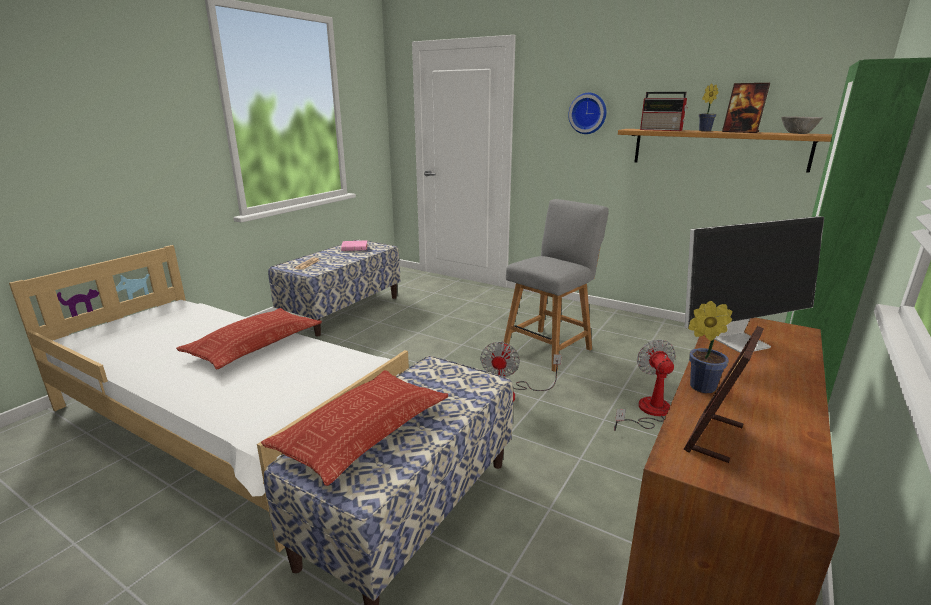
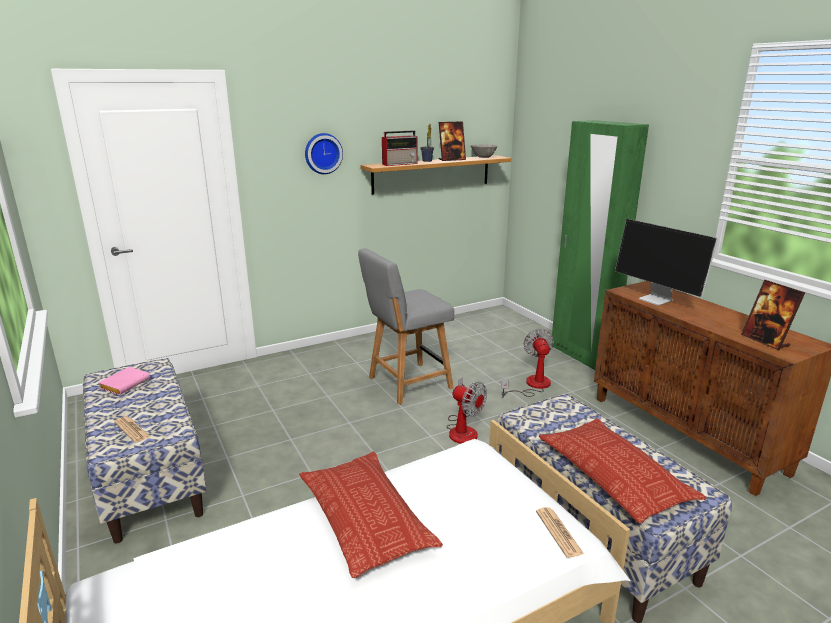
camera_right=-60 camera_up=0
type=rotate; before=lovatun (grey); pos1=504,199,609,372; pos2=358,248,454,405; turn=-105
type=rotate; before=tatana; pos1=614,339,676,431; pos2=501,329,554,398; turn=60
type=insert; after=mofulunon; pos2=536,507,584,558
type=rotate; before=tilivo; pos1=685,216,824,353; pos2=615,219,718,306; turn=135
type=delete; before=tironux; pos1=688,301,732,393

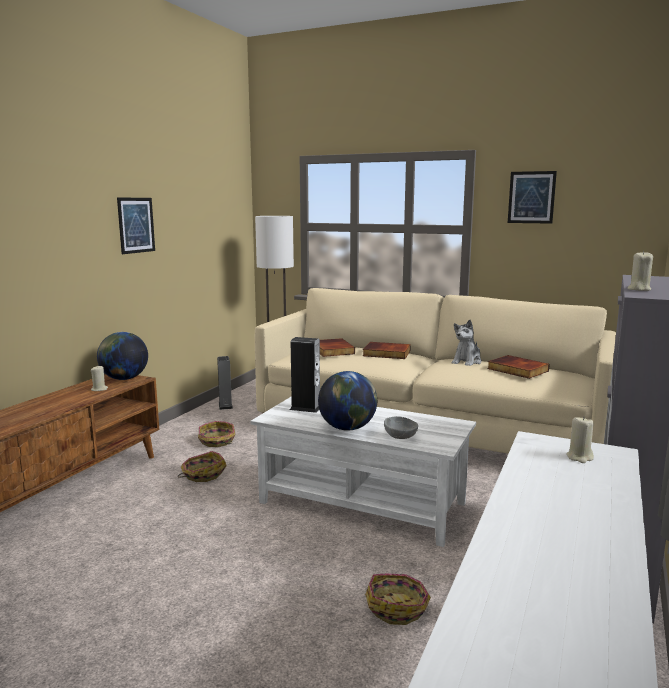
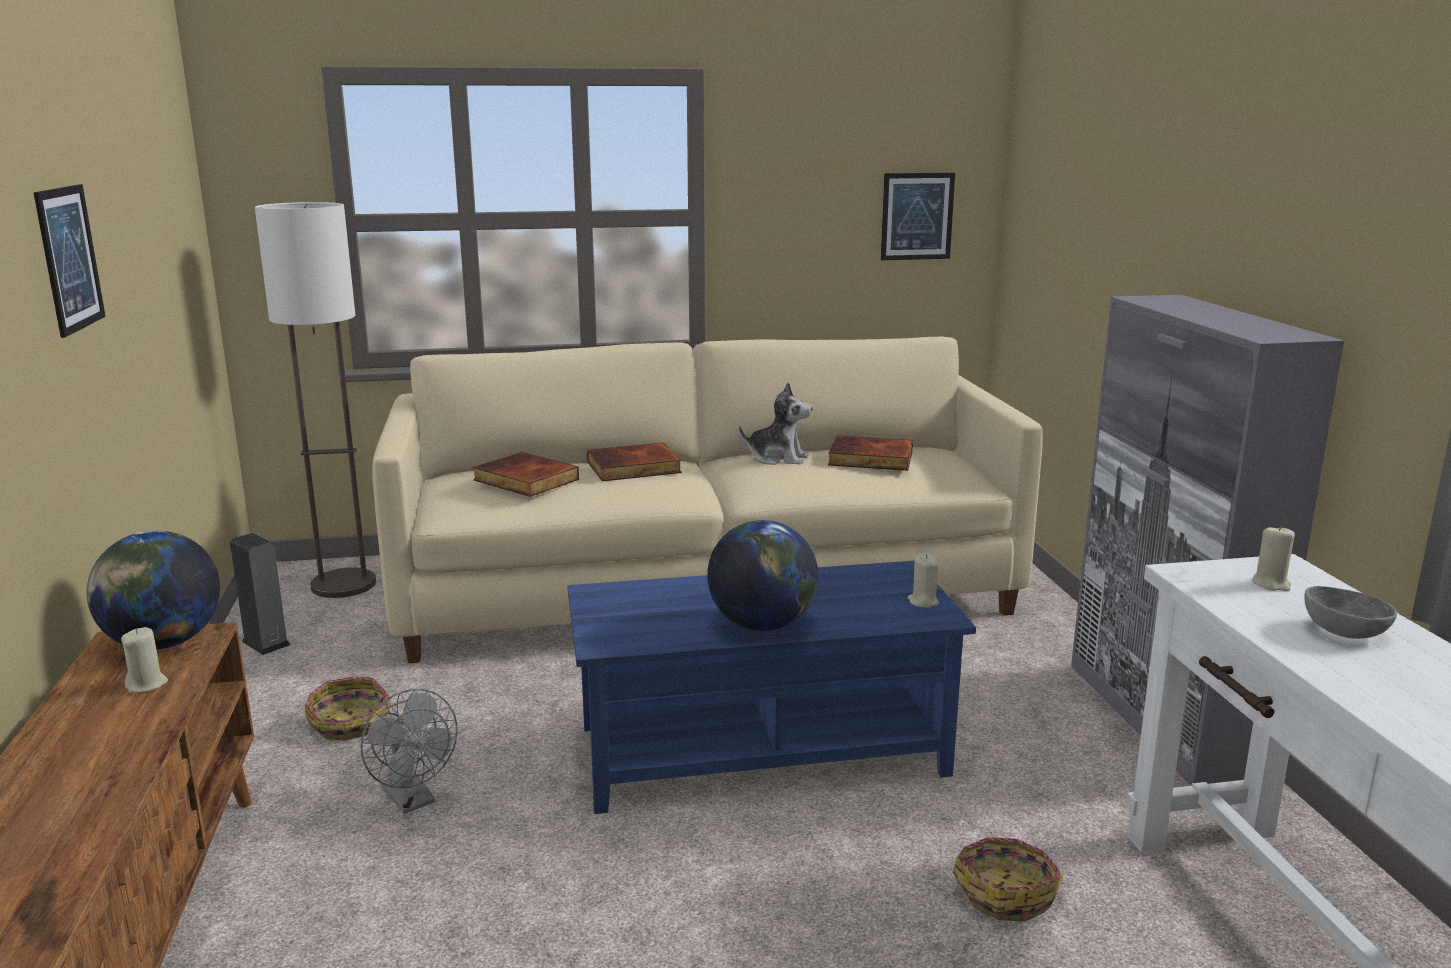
camera_right=-35 camera_up=5
type=replace; before=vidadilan; after=tatana (grey); pos1=178,451,227,482; pos2=361,689,458,814
type=recolor; before=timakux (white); after=timakux (blue); pos1=250,397,476,547; pos2=567,561,976,814
type=rotate; before=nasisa; pos1=452,320,482,366; pos2=739,382,813,465; turn=-75
type=move; before=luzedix; pos1=508,171,557,224; pos2=881,173,955,260
type=move; before=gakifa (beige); pos1=627,251,653,291; pos2=907,553,939,608
type=move; before=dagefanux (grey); pos1=384,416,418,439; pos2=1304,586,1397,639
type=delete; before=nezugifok; pos1=290,337,320,413

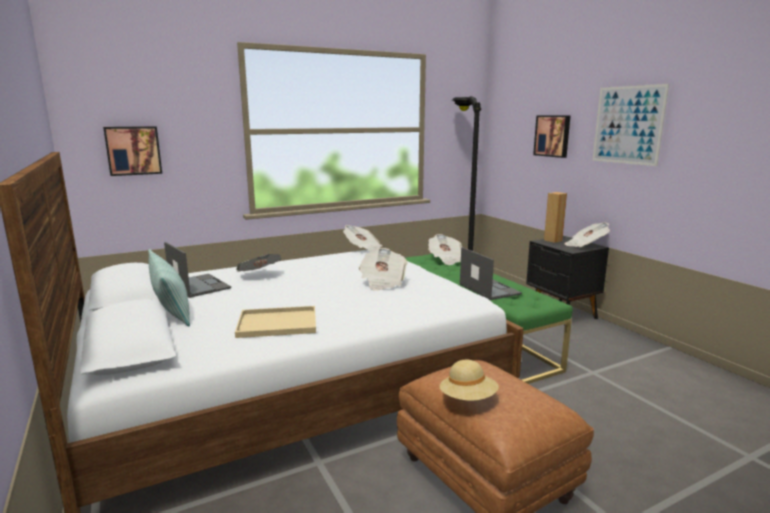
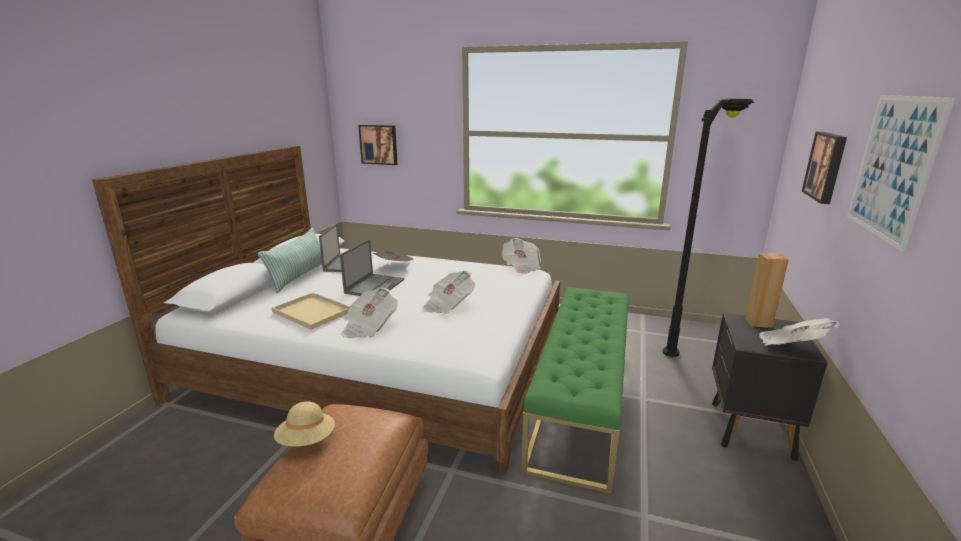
camera_right=45 camera_up=5
type=move; before=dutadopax; pos1=460,247,522,300; pos2=340,239,404,296
type=move; before=mofulunon; pos1=428,234,462,265; pos2=341,288,398,338

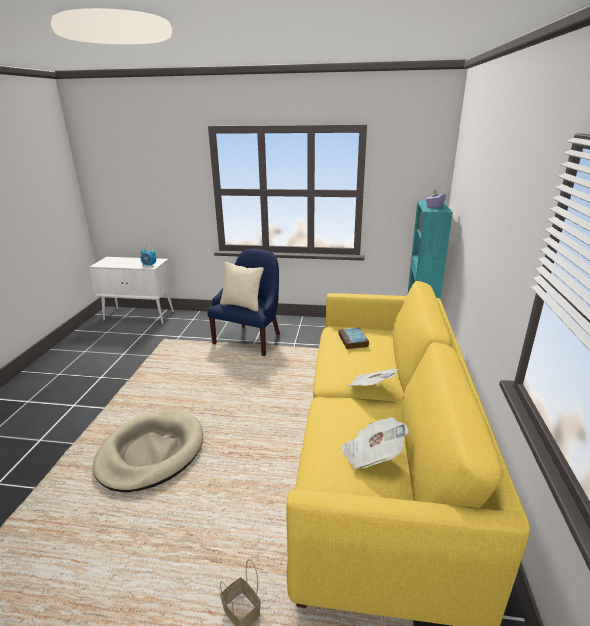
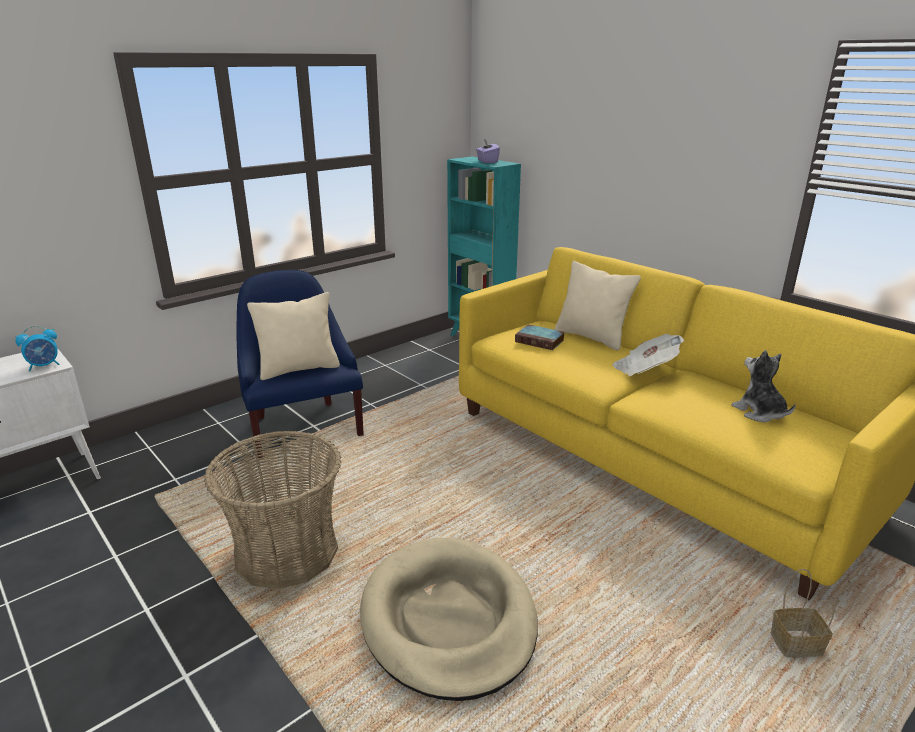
camera_right=-50 camera_up=0
type=insert; after=vidadilan; pos2=204,431,341,589
type=insert; after=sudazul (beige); pos2=555,261,641,351
type=replace; before=mofulunon; after=nasisa; pos1=341,417,409,470; pos2=731,350,796,422

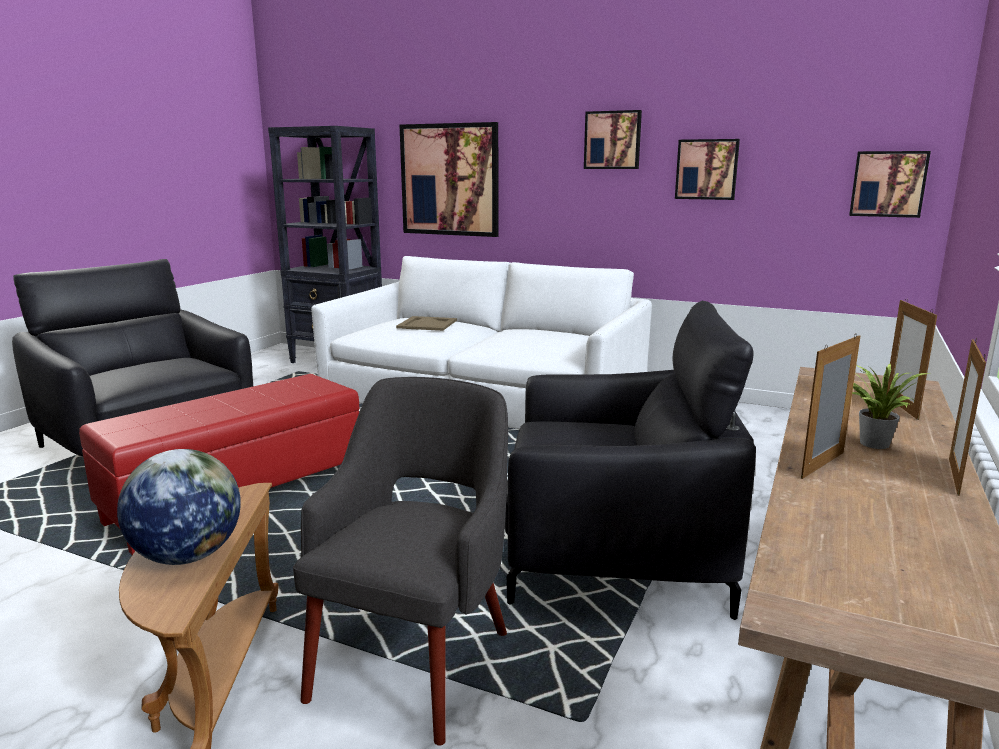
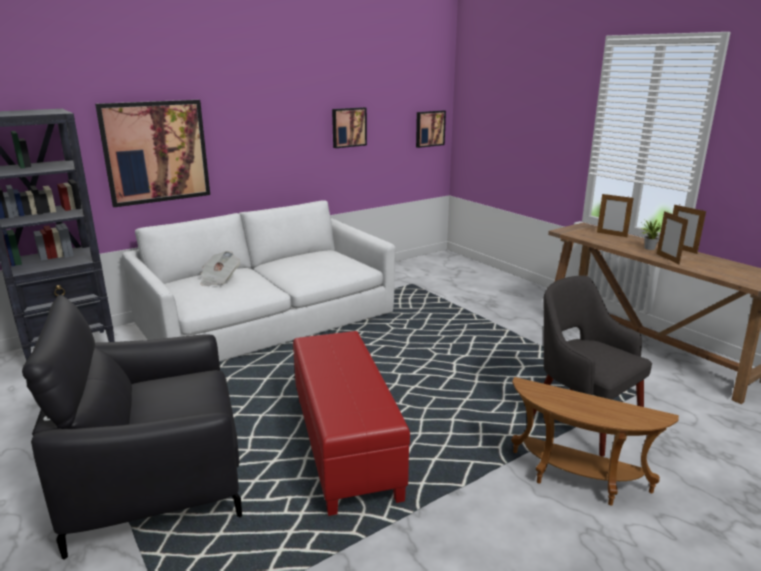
camera_right=-60 camera_up=5
type=replace; before=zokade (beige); after=mofulunon; pos1=396,316,457,331; pos2=200,251,240,286
type=delete; before=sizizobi; pos1=117,449,241,565
type=delete; before=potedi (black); pos1=505,301,756,620
type=delete; before=luzedix; pos1=584,110,642,169

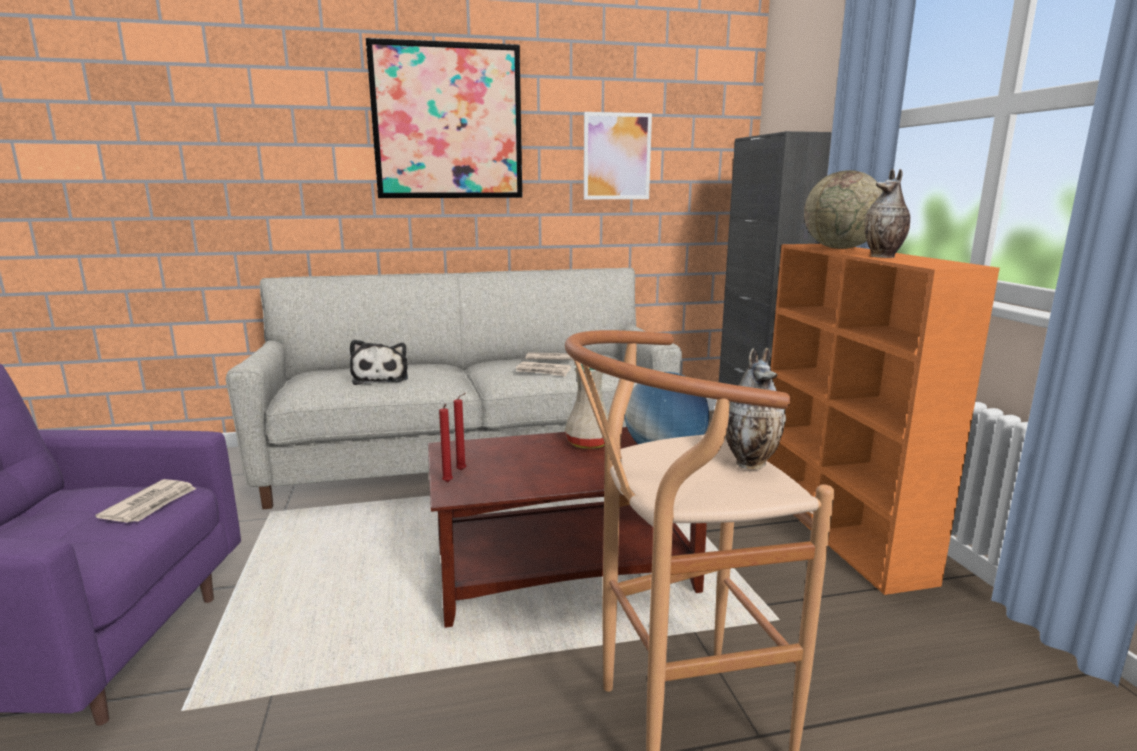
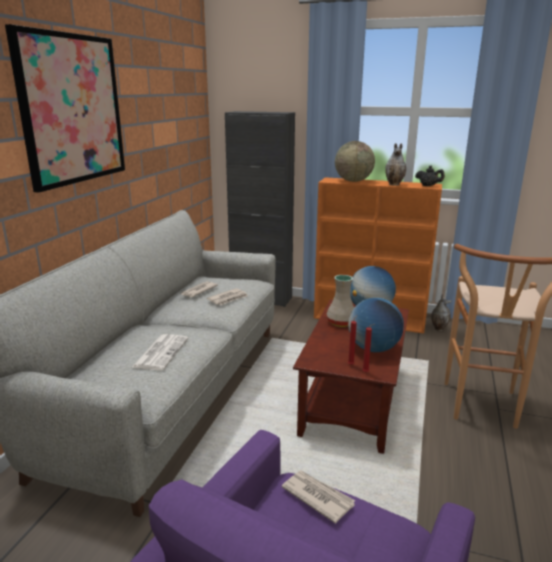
camera_right=-60 camera_up=5
type=replace; before=nasisa; after=mofulunon; pos1=350,340,408,385; pos2=131,334,188,371
type=insert; after=sizizobi; pos2=348,298,404,352
type=insert; after=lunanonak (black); pos2=416,166,445,186
type=move; before=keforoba; pos1=725,348,786,469; pos2=431,294,452,331
type=delete; before=luzedix; pos1=584,112,652,199

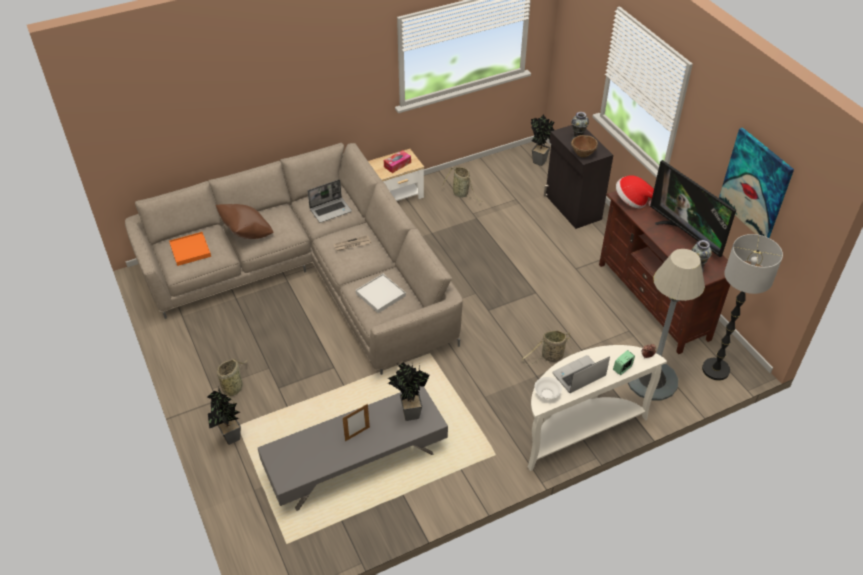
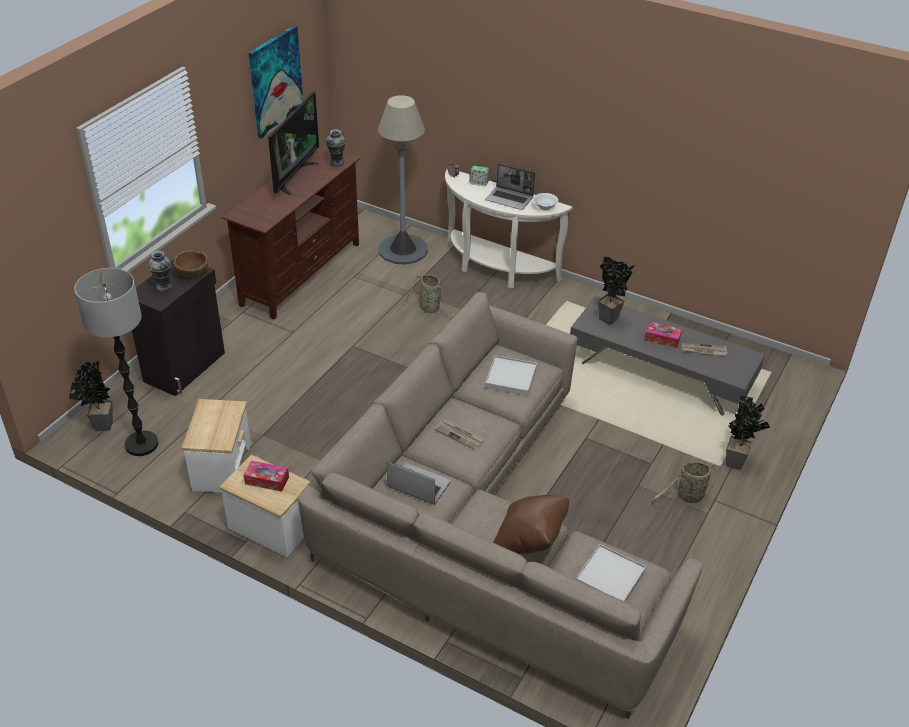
camera_right=-125 camera_up=-5
type=move; before=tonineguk; pos1=702,234,783,381; pos2=74,268,158,456
type=replace; before=vidadilan; after=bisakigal; pos1=442,167,481,202; pos2=182,399,251,493
type=recolor; before=zokade (orange); after=zokade (white); pos1=169,232,211,266; pos2=576,544,646,602
type=replace; before=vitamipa; after=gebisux; pos1=343,404,370,441; pos2=644,322,682,348
type=insert; after=mofulunon; pos2=682,343,727,356
type=delete; before=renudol; pos1=616,175,654,208

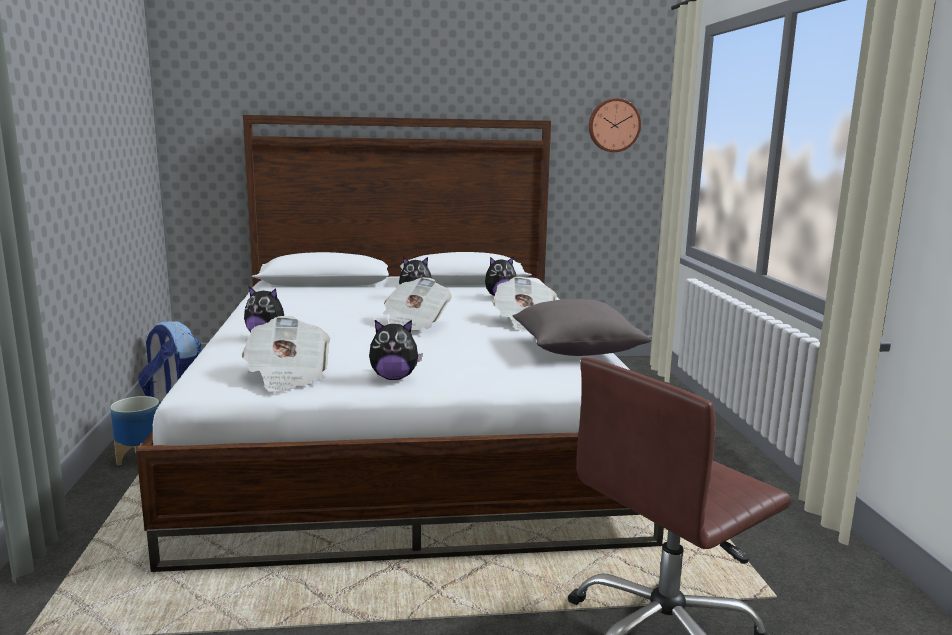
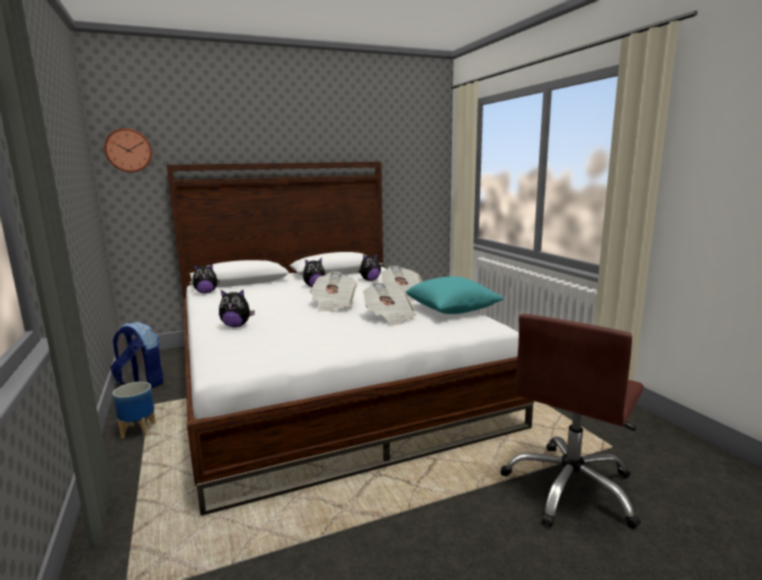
camera_right=-15 camera_up=0
type=move; before=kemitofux; pos1=589,98,641,152; pos2=104,128,152,172
type=move; before=nasisa; pos1=369,320,423,380; pos2=192,264,220,293
type=move; before=mofulunon; pos1=242,316,330,392; pos2=363,282,416,325
type=recolor; before=sudazul (grey); after=sudazul (turquoise); pos1=513,299,651,356; pos2=405,276,504,314

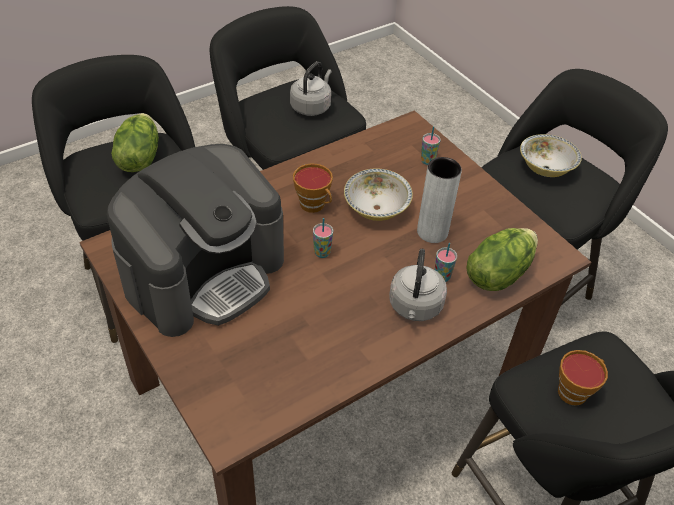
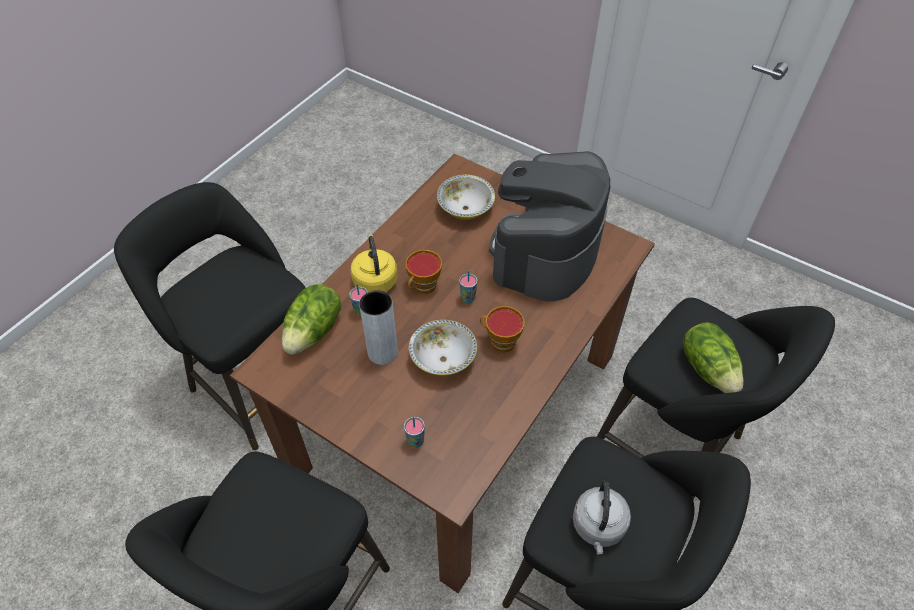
camera_right=160 camera_up=5
type=recolor; before=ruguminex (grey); after=ruguminex (yellow); pos1=389,249,447,321; pos2=351,235,398,292
type=move; before=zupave; pos1=558,350,608,406; pos2=405,250,442,294
type=move; before=dagefanux; pos1=520,134,582,177; pos2=437,175,495,220

